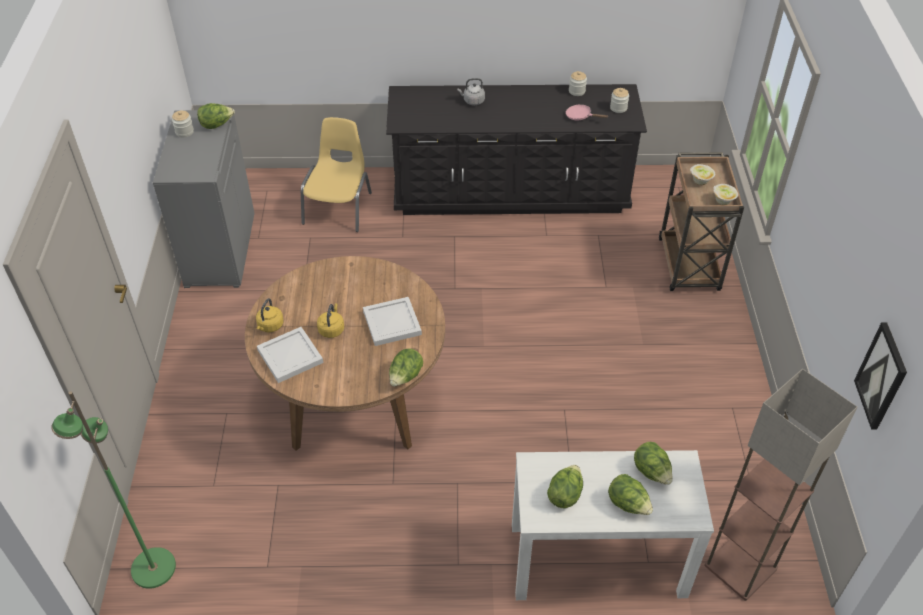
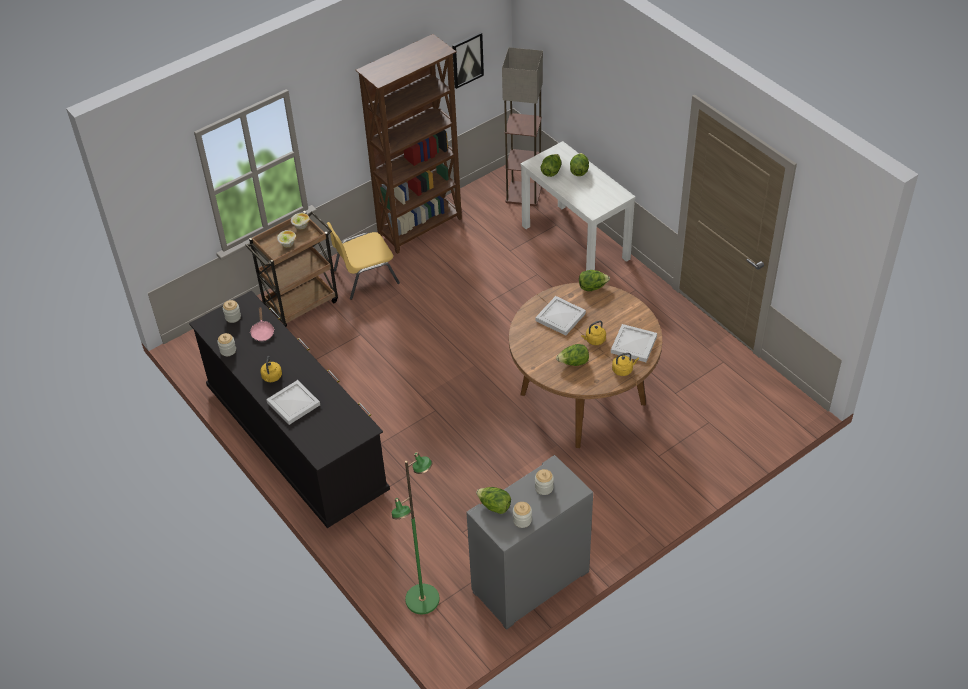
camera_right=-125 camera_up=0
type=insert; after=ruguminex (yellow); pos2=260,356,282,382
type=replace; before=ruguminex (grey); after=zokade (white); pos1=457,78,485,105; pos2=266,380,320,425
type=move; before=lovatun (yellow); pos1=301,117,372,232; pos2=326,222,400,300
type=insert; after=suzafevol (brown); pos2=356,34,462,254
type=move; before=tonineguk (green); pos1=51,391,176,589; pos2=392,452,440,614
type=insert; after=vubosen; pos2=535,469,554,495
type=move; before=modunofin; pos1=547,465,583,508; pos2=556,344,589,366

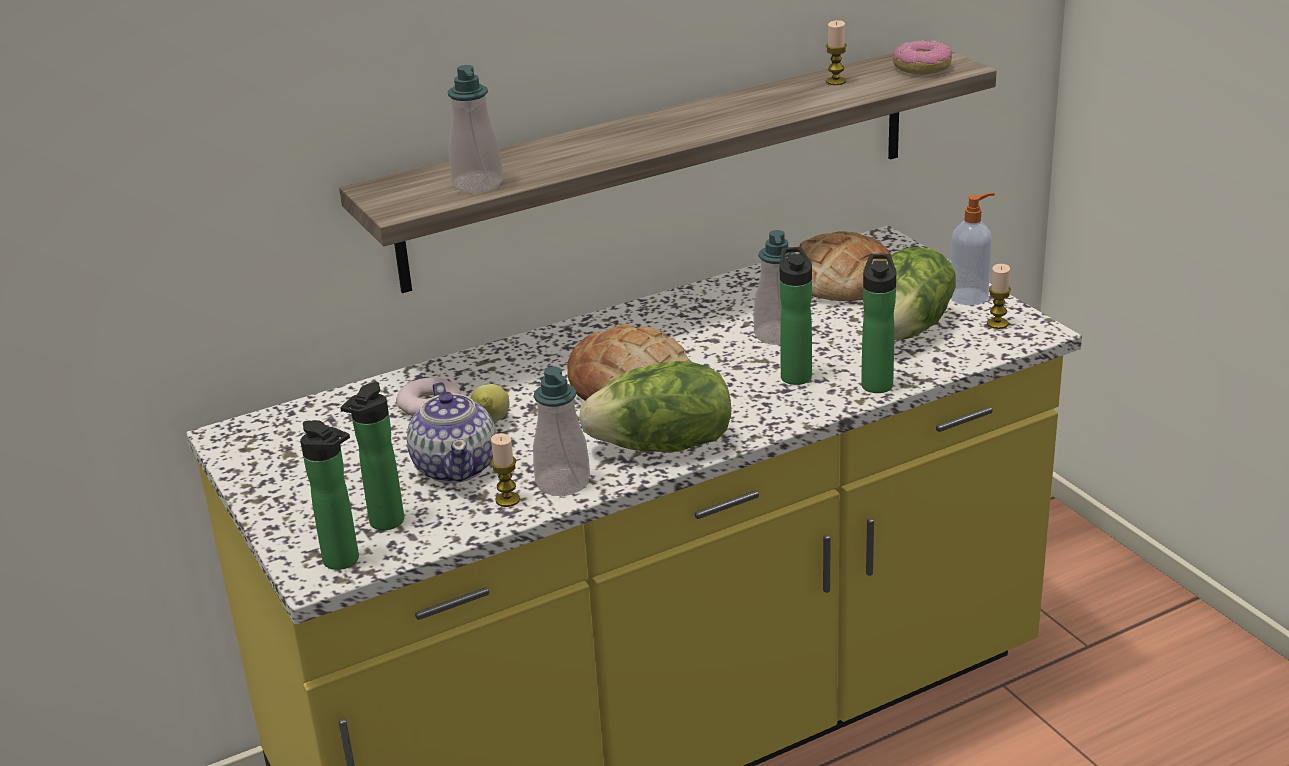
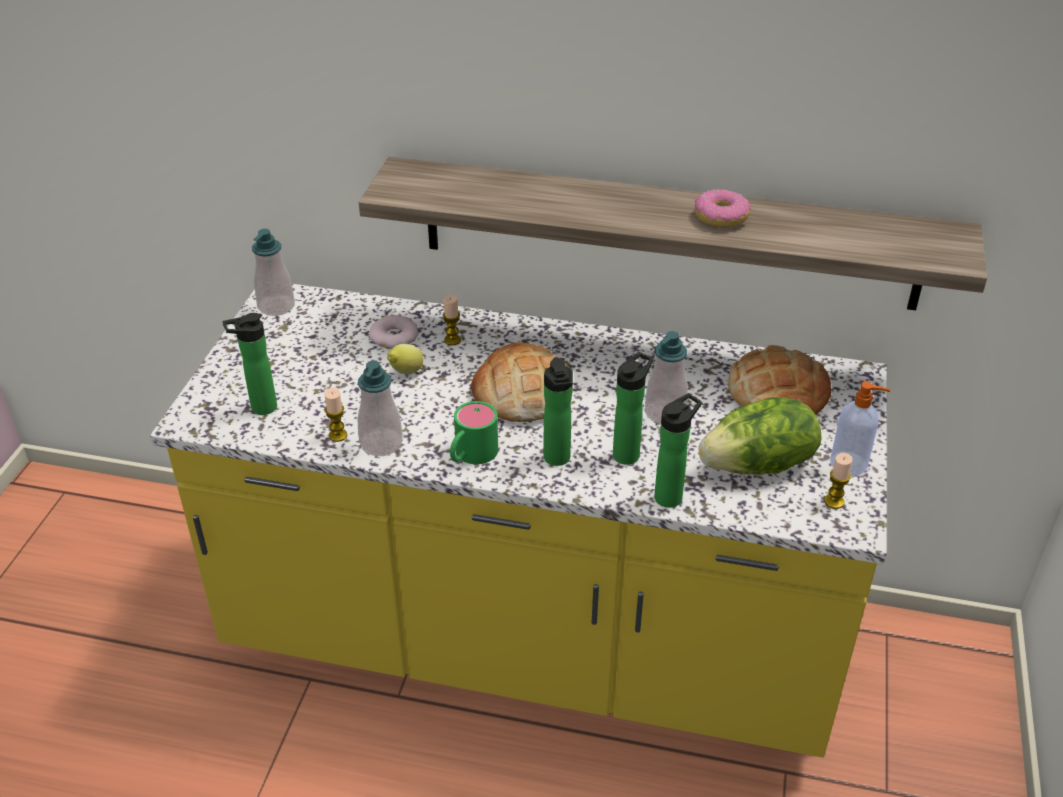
camera_right=40 camera_up=10
type=move; before=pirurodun; pos1=448,65,503,193; pos2=252,229,295,316
type=move; before=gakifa; pos1=826,20,847,85; pos2=442,295,461,345
type=replace; before=modunofin; after=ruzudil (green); pos1=579,361,731,452; pos2=450,401,498,464
type=move; before=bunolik; pos1=300,420,359,570; pos2=543,357,573,466
type=move; before=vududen; pos1=893,40,953,74; pos2=695,189,751,228
type=delete; before=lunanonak; pos1=407,382,496,483

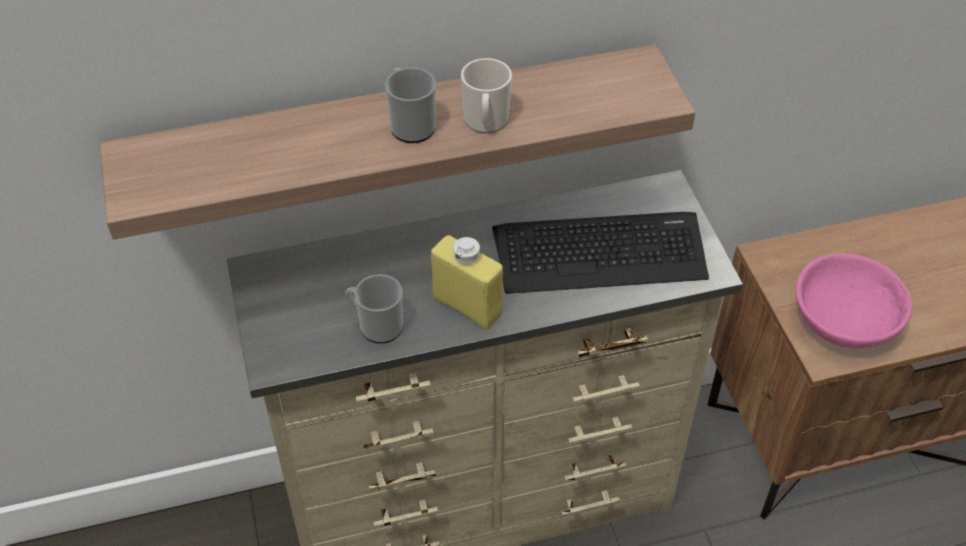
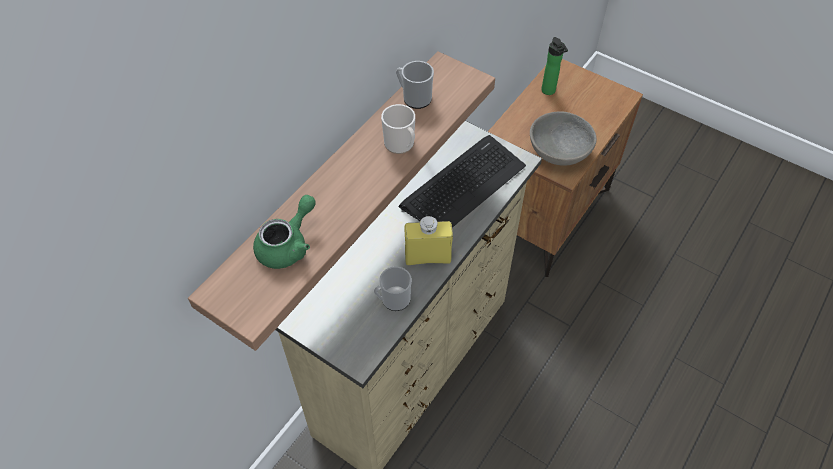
camera_right=-40 camera_up=5
type=insert; after=lunanonak (green); pos2=253,195,316,269
type=move; before=ruzudil; pos1=385,68,436,143; pos2=396,61,434,109
type=recolor; before=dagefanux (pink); after=dagefanux (grey); pos1=796,253,912,348; pos2=530,111,597,166
type=insert; after=bunolik; pos2=541,37,568,95

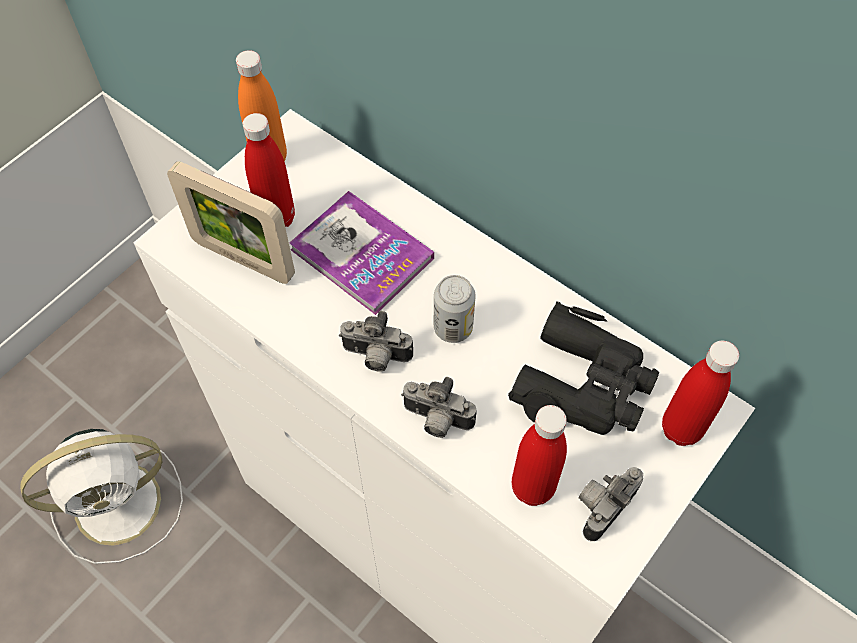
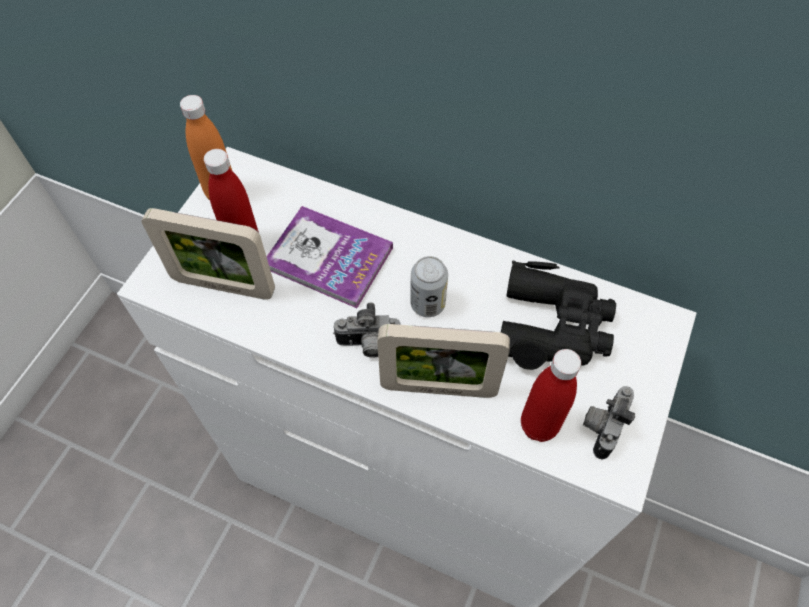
camera_right=-15 camera_up=0
type=replace; before=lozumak; after=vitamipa; pos1=401,377,476,438; pos2=377,324,510,398
type=delete; before=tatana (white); pos1=20,429,183,564
type=delete; before=bunolik (red); pos1=662,341,739,446

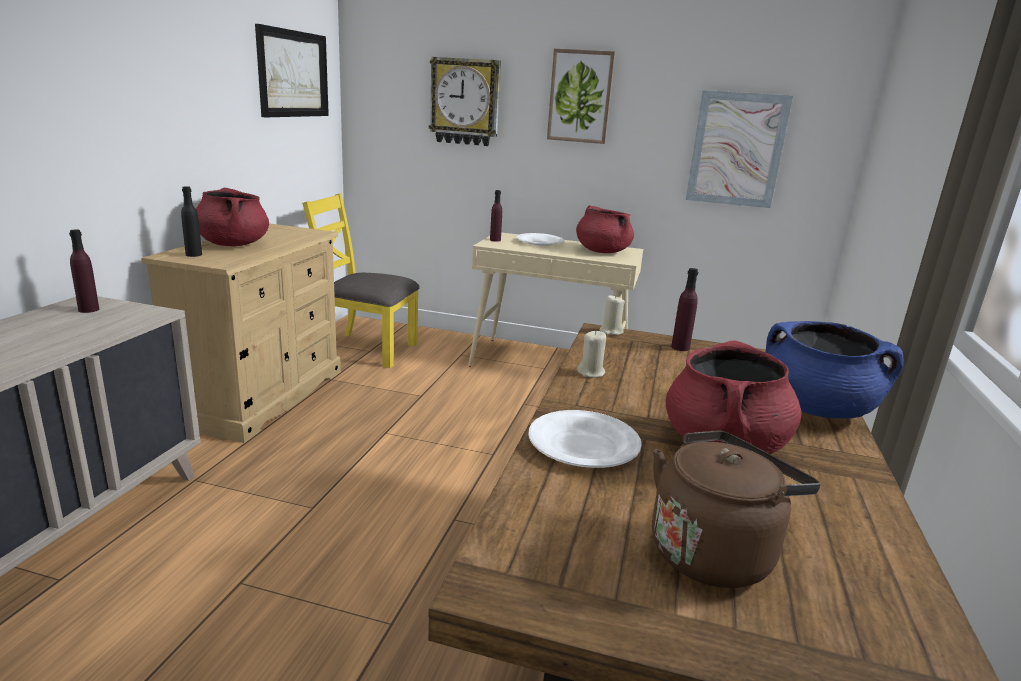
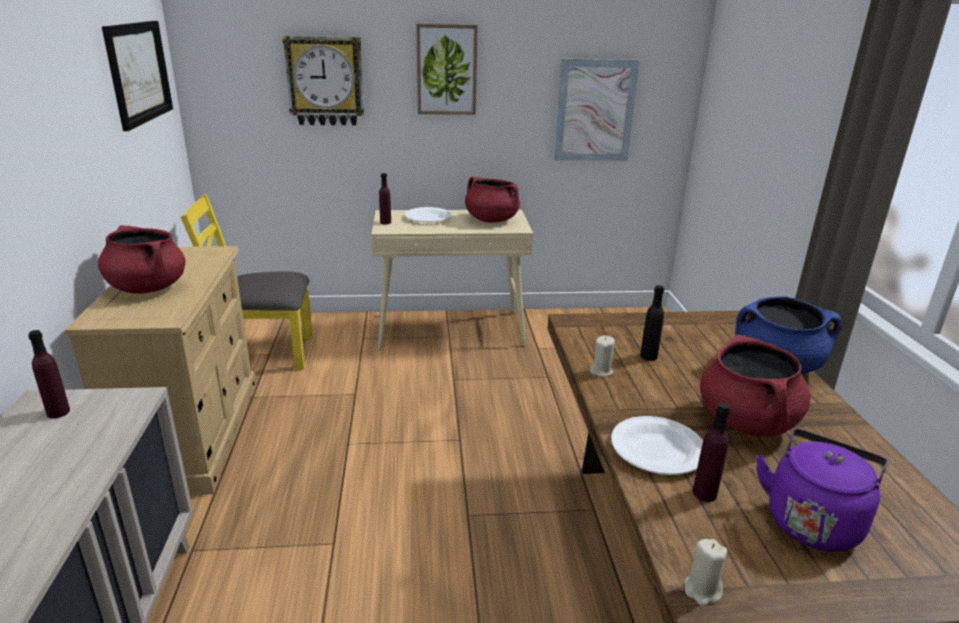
camera_right=-20 camera_up=5
type=move; before=bunolik (black); pos1=181,186,202,257; pos2=640,285,664,361
type=move; before=gakifa (beige); pos1=599,295,625,335; pos2=685,539,727,606
type=move; before=bunolik (purple); pos1=671,268,698,351; pos2=693,402,731,502
type=recolor; before=ruguminex (brown); after=ruguminex (purple); pos1=652,430,821,588; pos2=756,429,888,552

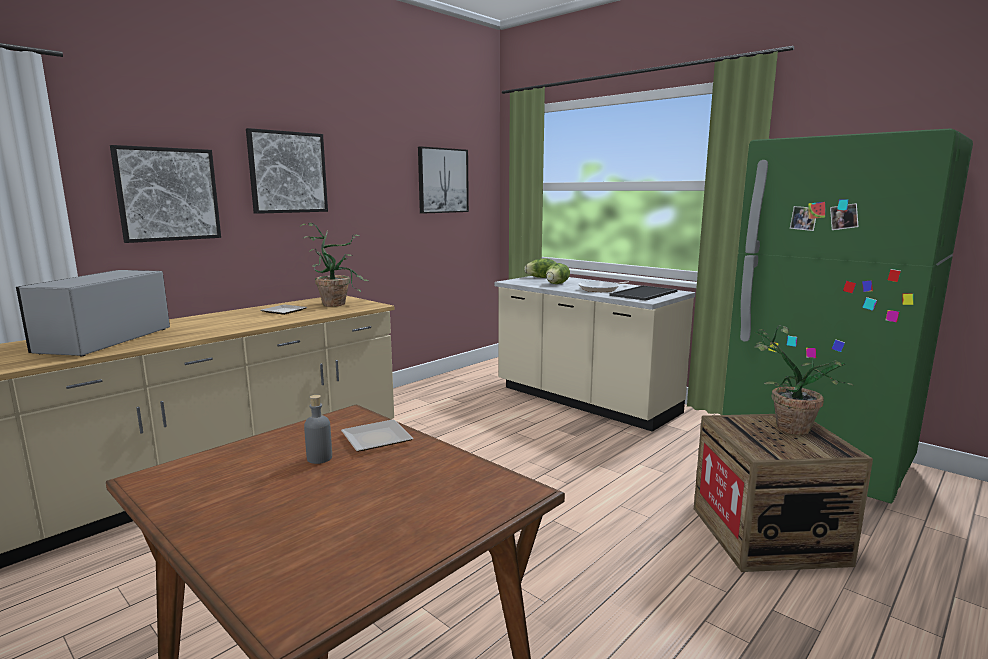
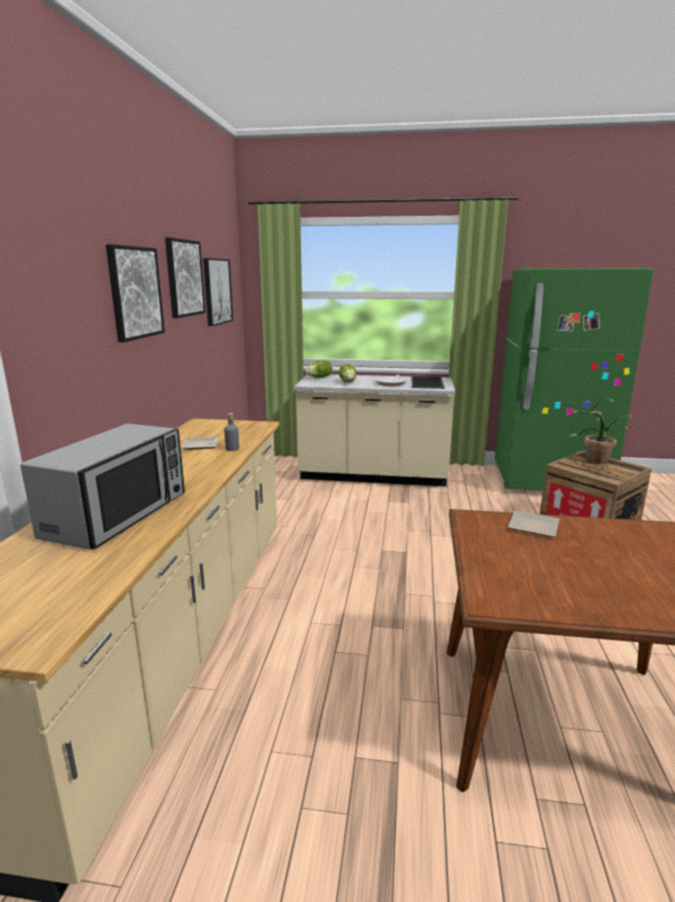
camera_right=-35 camera_up=5
type=rotate; before=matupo; pos1=16,270,170,356; pos2=20,423,185,550; turn=-135
type=move; before=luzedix; pos1=110,145,221,243; pos2=165,238,206,318
type=move; before=bunolik (grey); pos1=304,395,332,464; pos2=224,413,239,451
type=delete; before=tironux; pos1=300,223,368,307

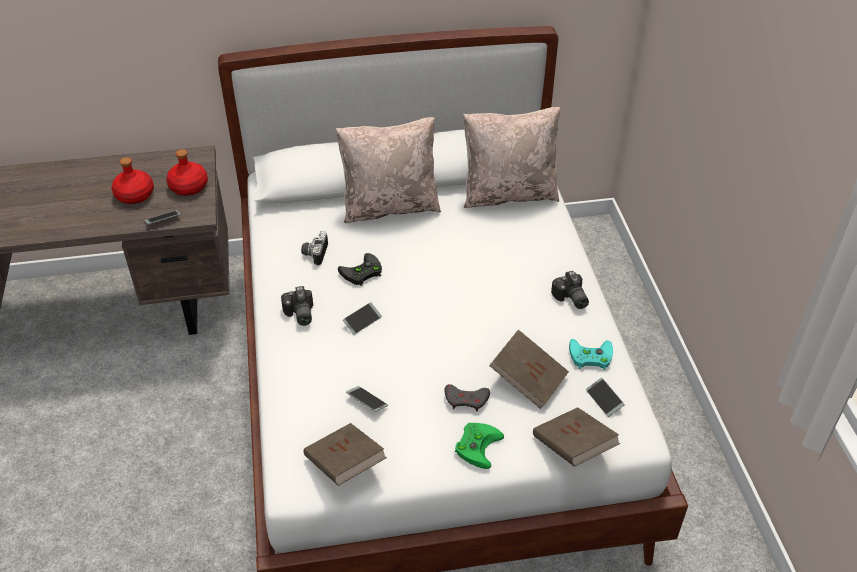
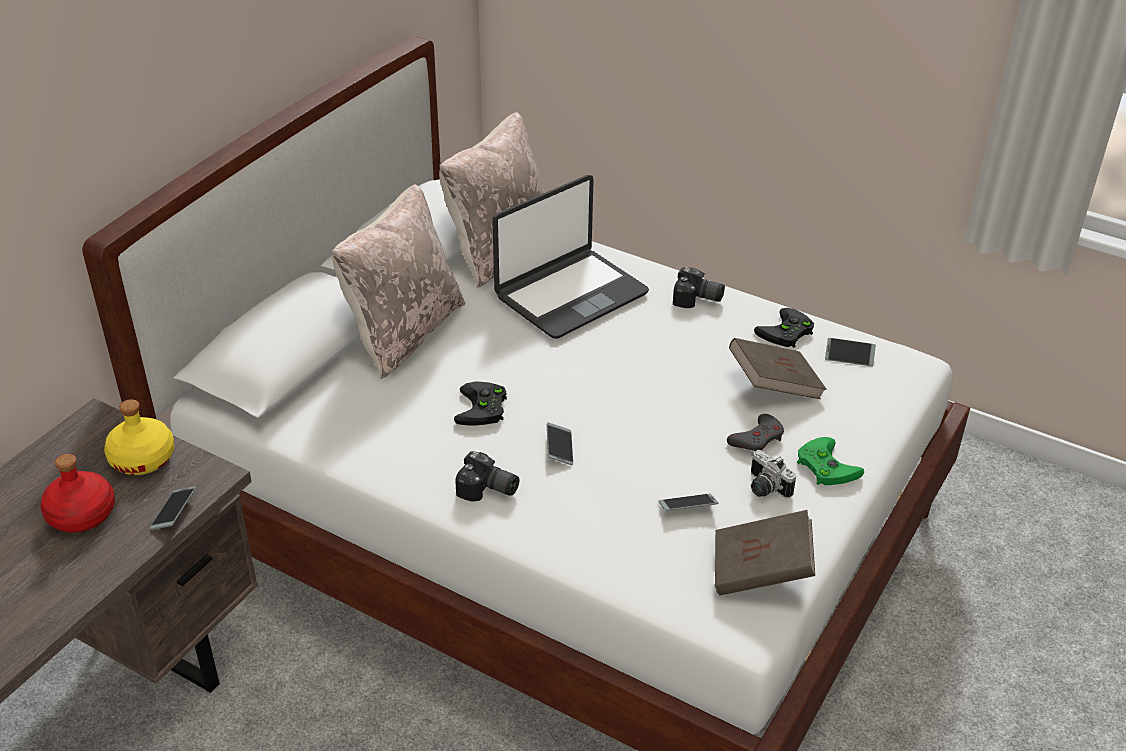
camera_right=-50 camera_up=-5
type=recolor; before=bunolik (red); after=bunolik (yellow); pos1=166,149,208,196; pos2=104,399,174,475
type=insert; after=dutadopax; pos2=492,175,649,339
type=move; before=lozumak; pos1=301,231,328,265; pos2=751,450,796,498
type=recolor; before=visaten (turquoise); after=visaten (black); pos1=569,339,613,370; pos2=754,308,814,348
type=delete; before=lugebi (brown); pos1=533,407,620,467

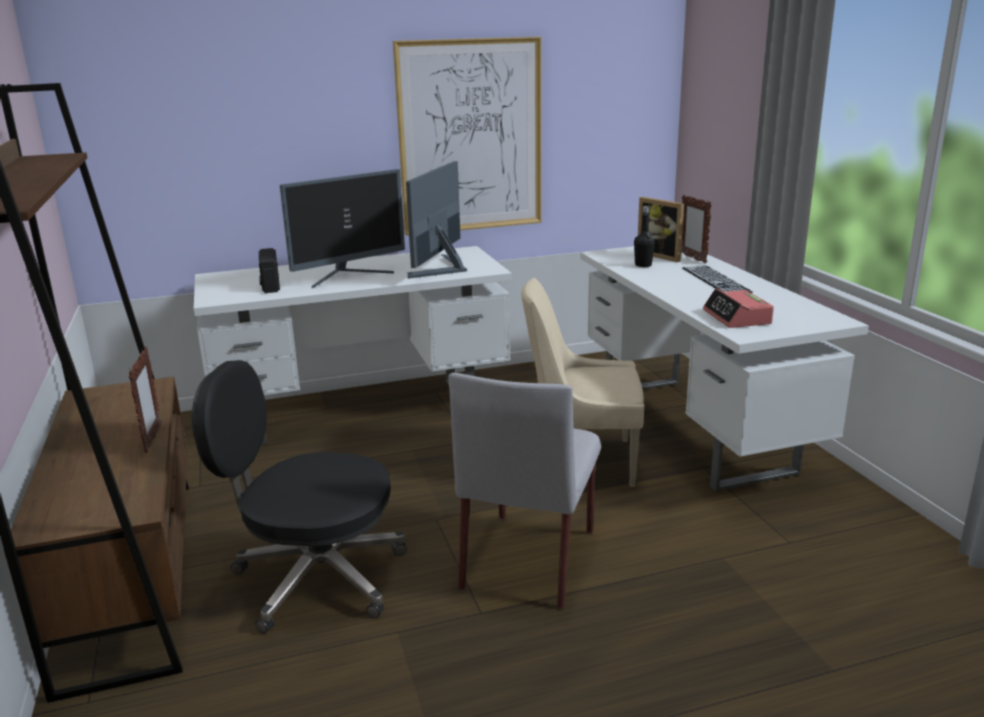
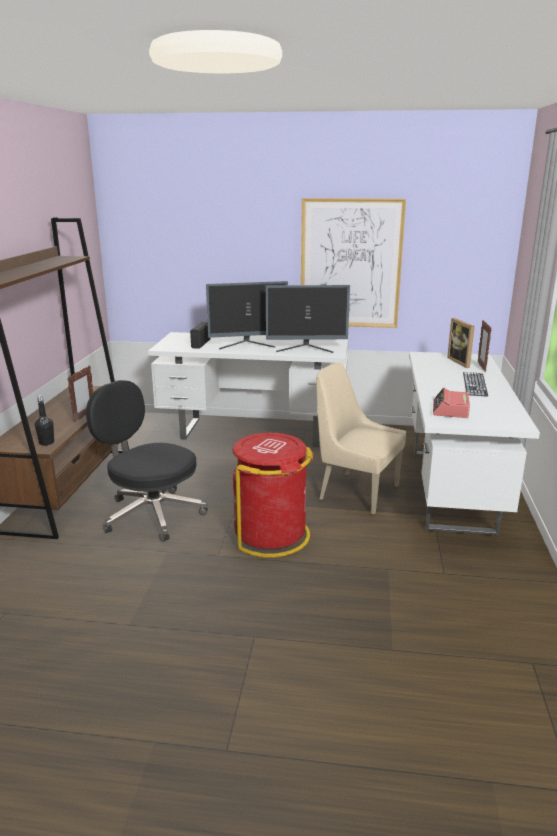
camera_right=25 camera_up=0
type=move; before=bunolik (black); pos1=634,206,655,267; pos2=35,395,54,446
type=replace; before=lovatun (grey); after=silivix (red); pos1=448,373,601,609; pos2=232,433,314,558
type=rotate; before=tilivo; pos1=406,161,467,279; pos2=266,285,350,353; turn=-135

